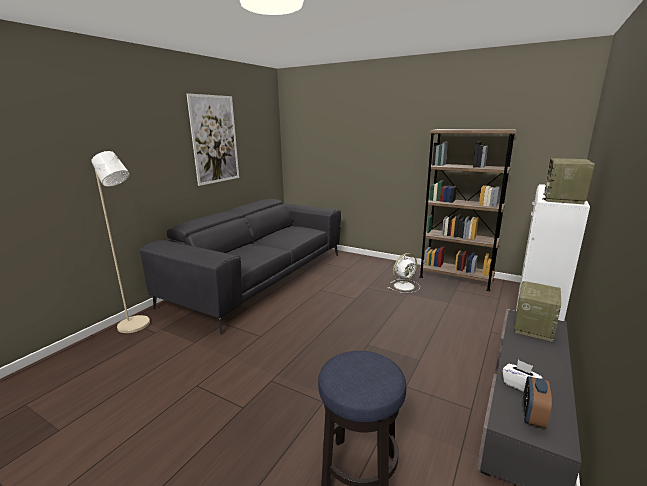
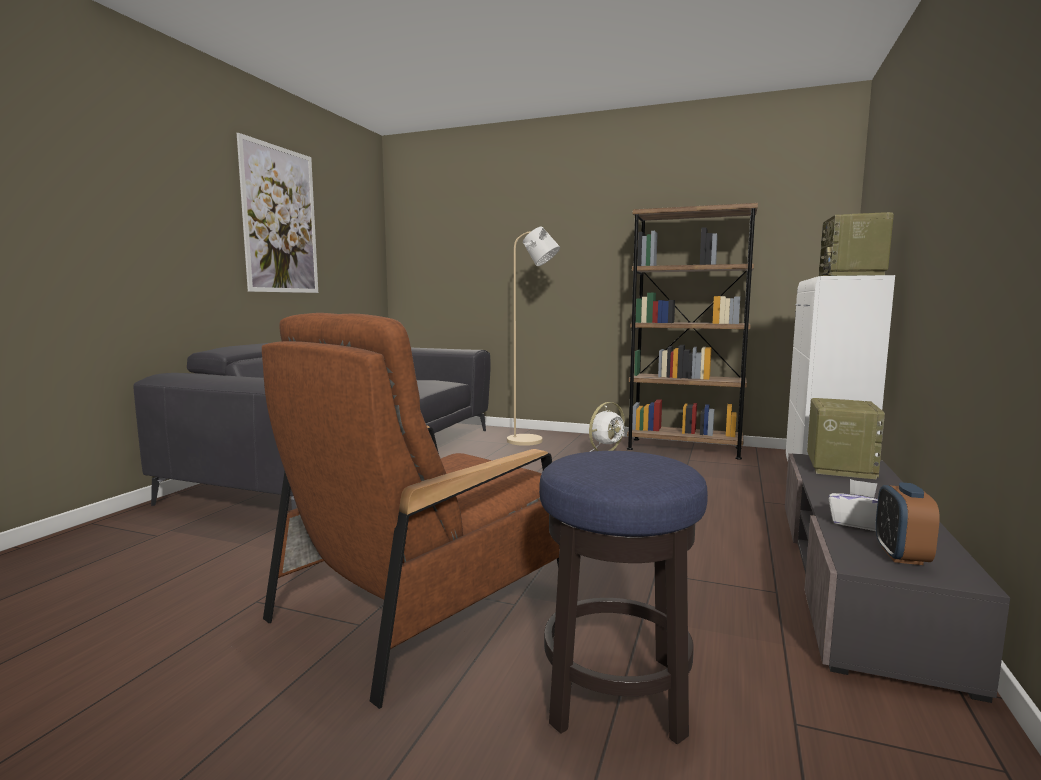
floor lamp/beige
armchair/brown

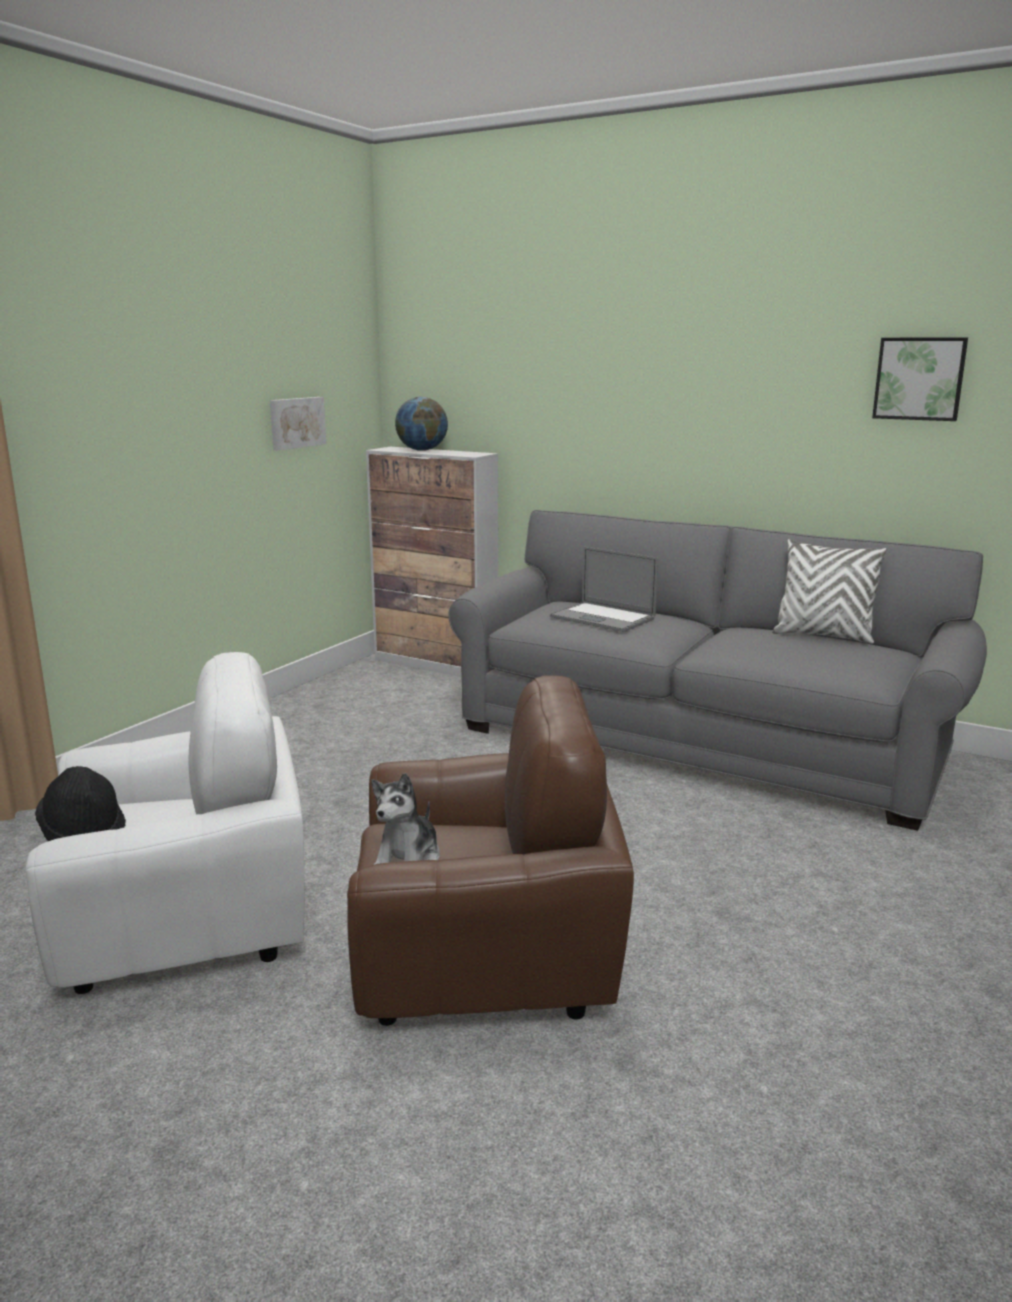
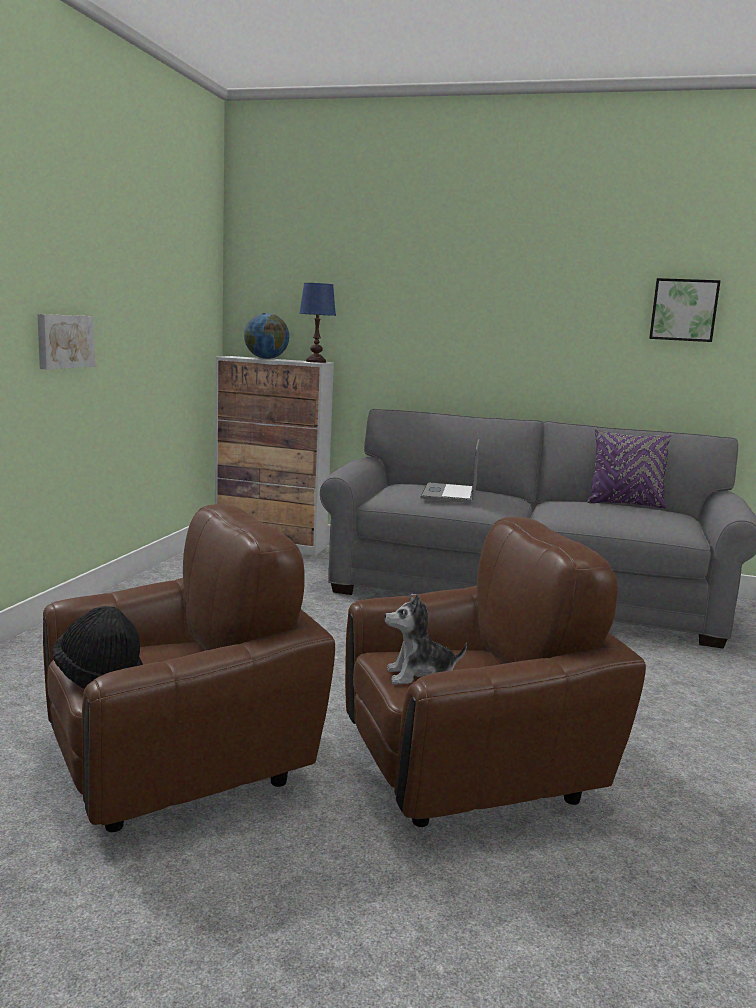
picture (no. 1 from left)
pillow/purple
laptop
armchair/brown (no. 1 from left)
plush toy
table lamp/blue

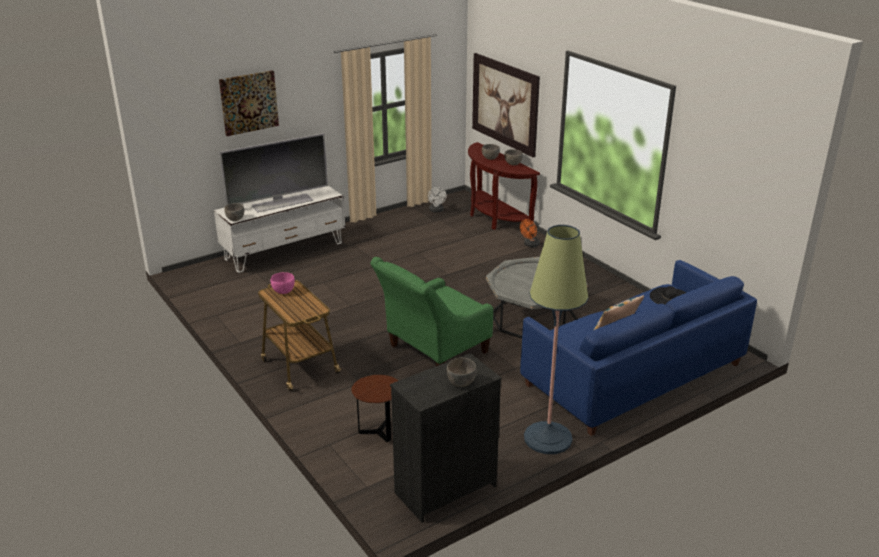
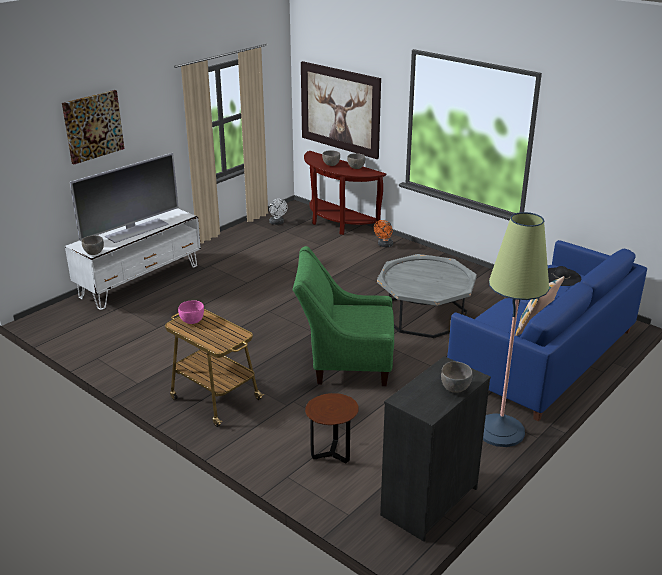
armchair/green

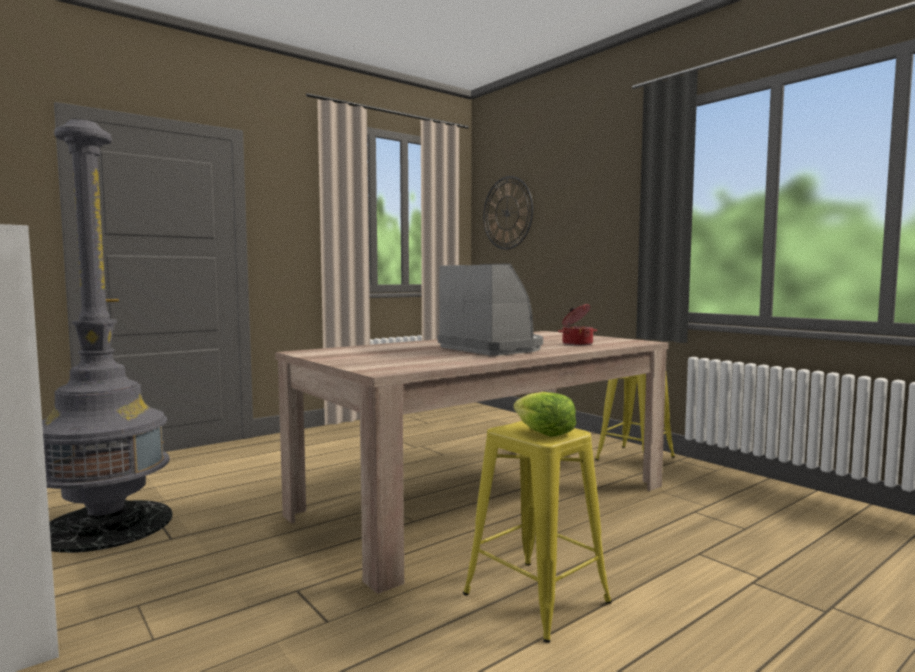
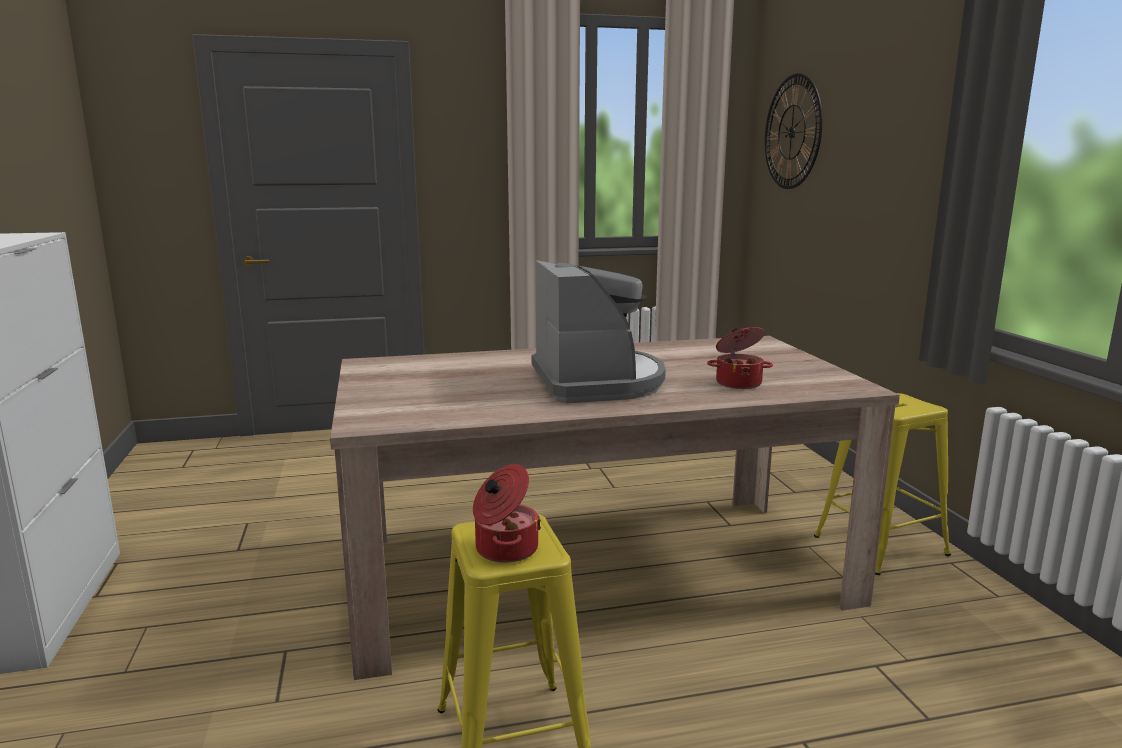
floor lamp/grey
cooking pot (no. 1 from left)

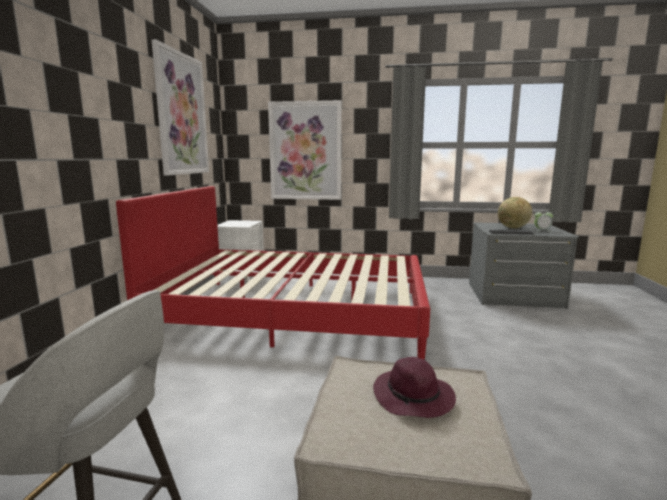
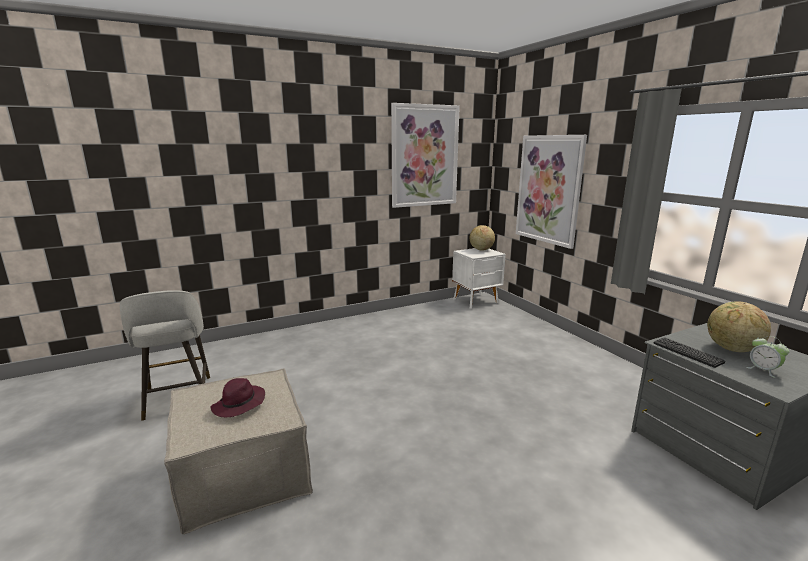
bed/red
globe (no. 1 from left)

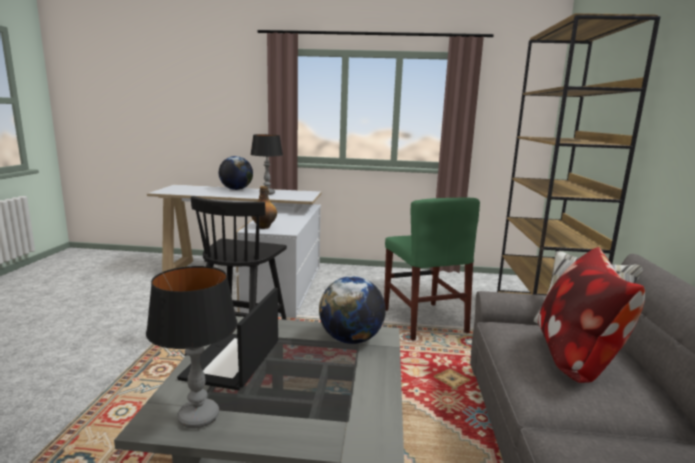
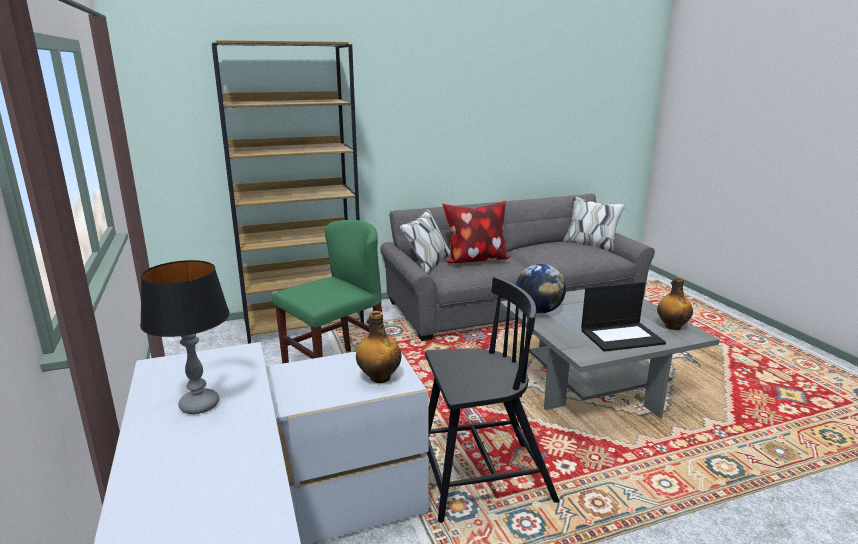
globe (no. 1 from left in the first image)
bottle (no. 2 from left)

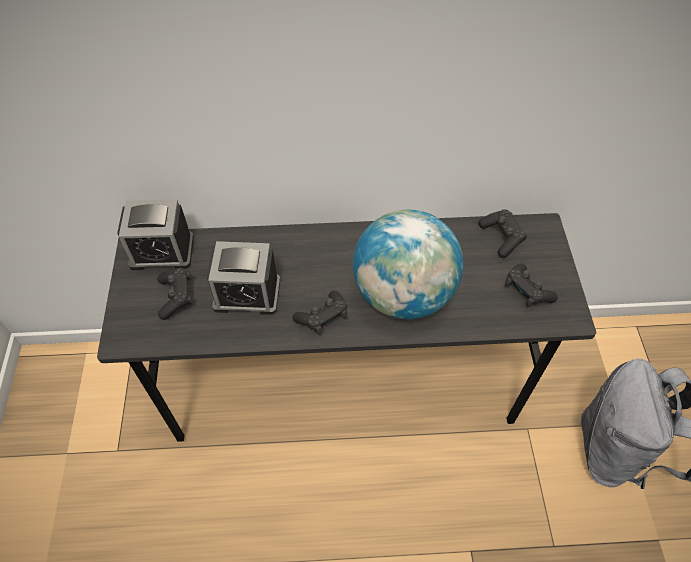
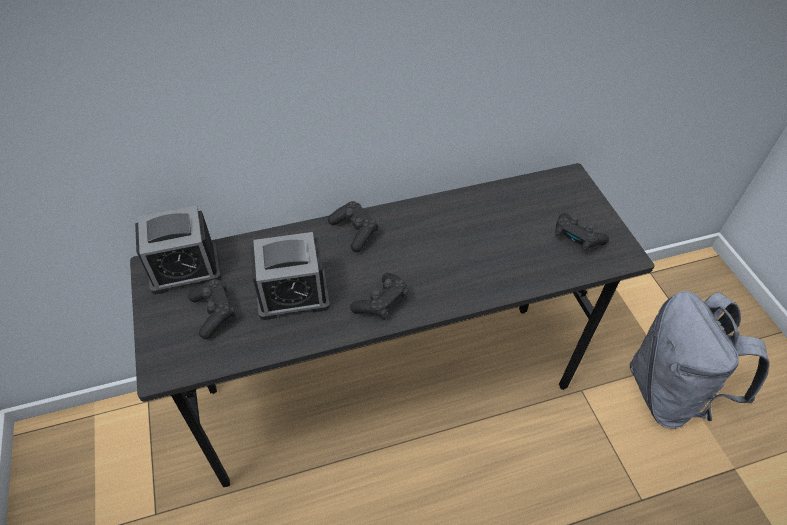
game controller/black (no. 2 from left)
globe

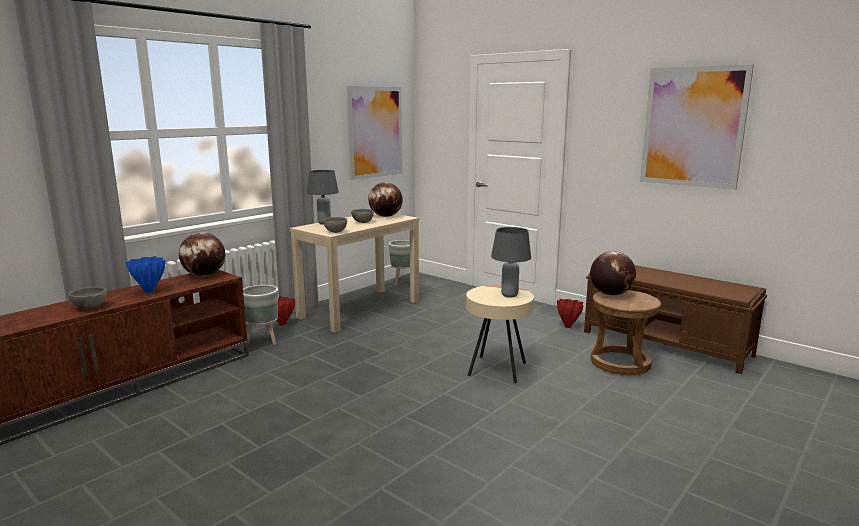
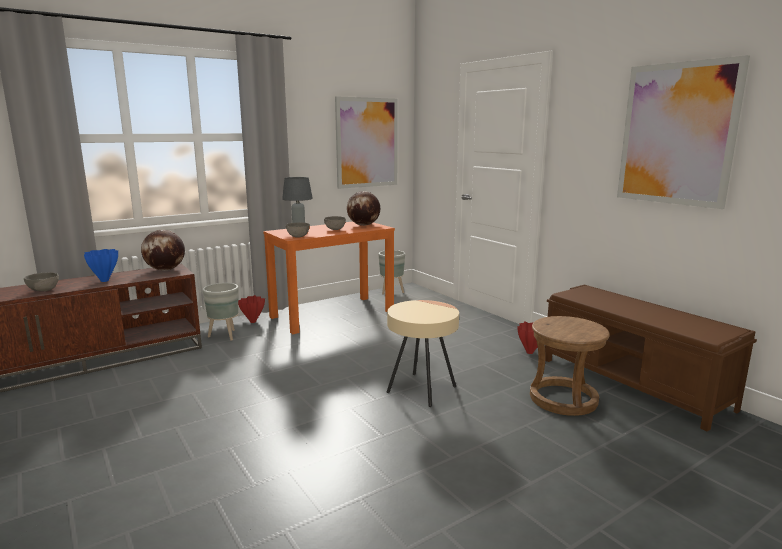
console table/orange
table lamp/grey (no. 2 from left in the first image)
globe (no. 3 from left in the first image)

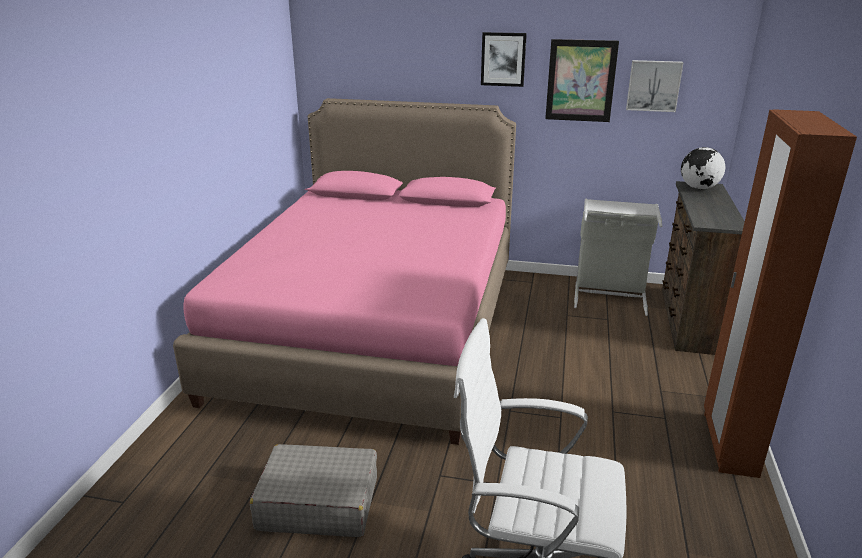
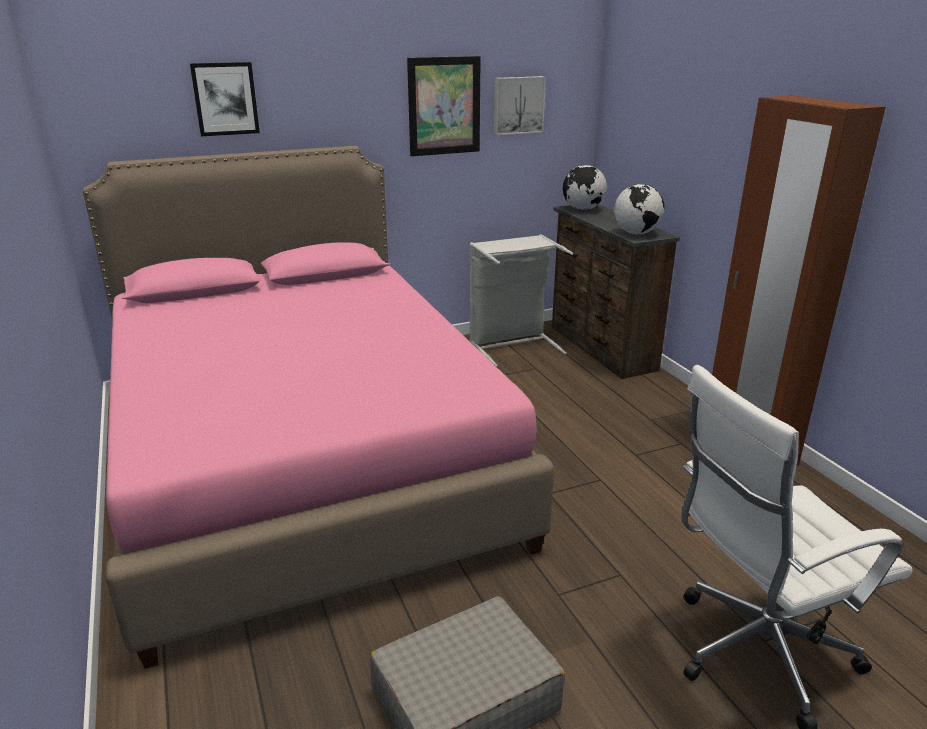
picture (no. 1 from left)
globe (no. 2 from left)

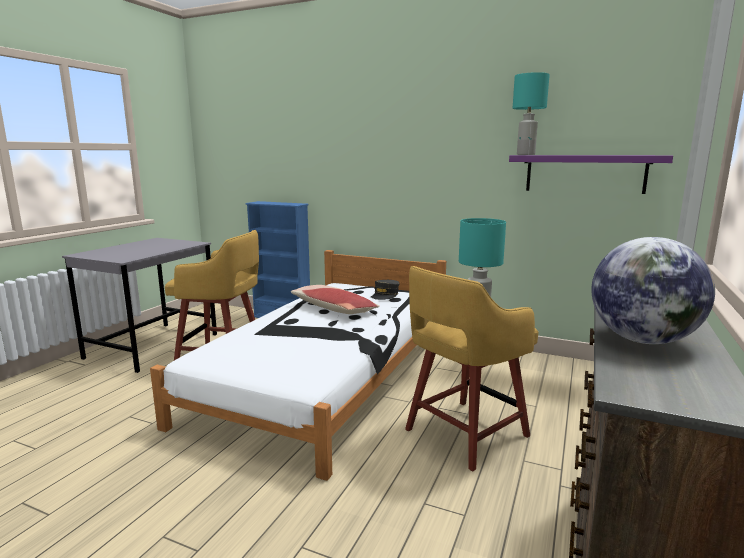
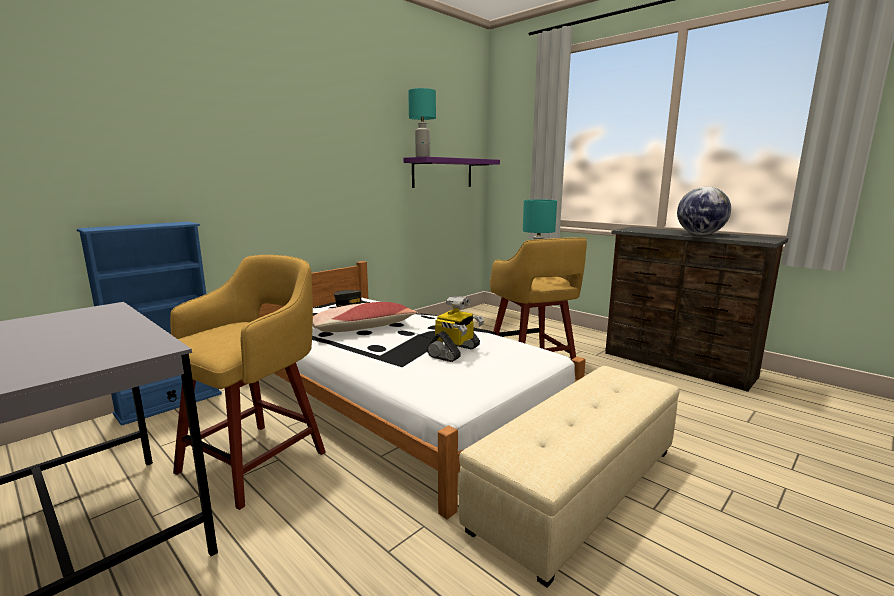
toy robot
ottoman/beige

